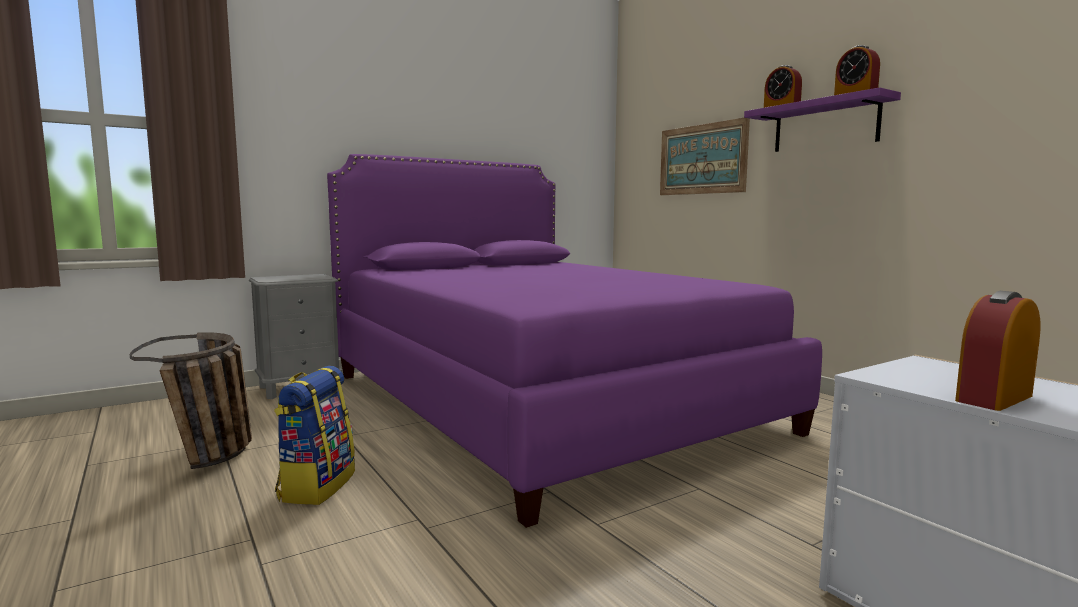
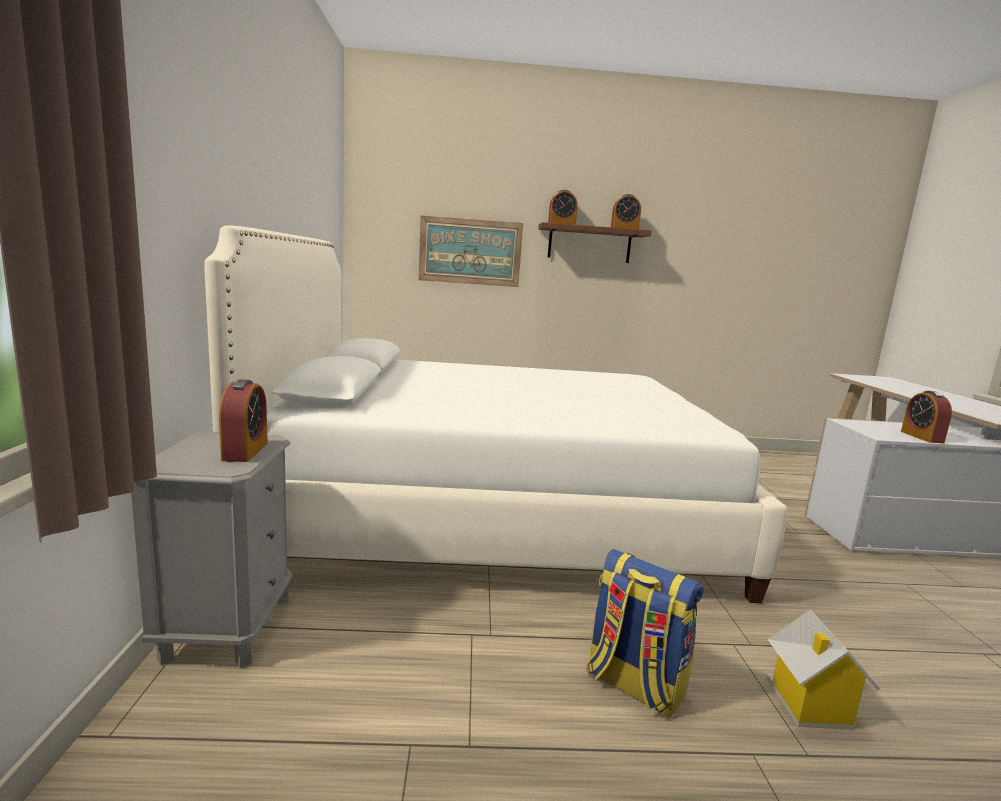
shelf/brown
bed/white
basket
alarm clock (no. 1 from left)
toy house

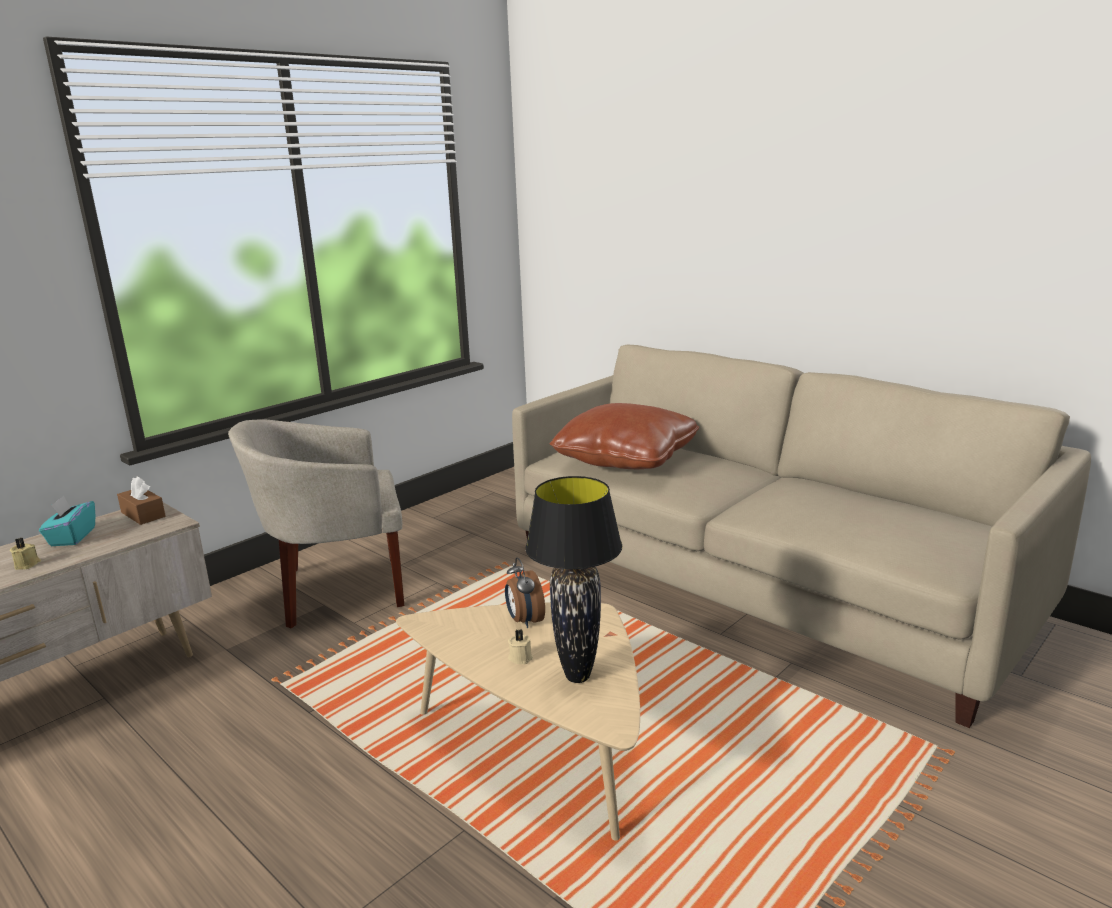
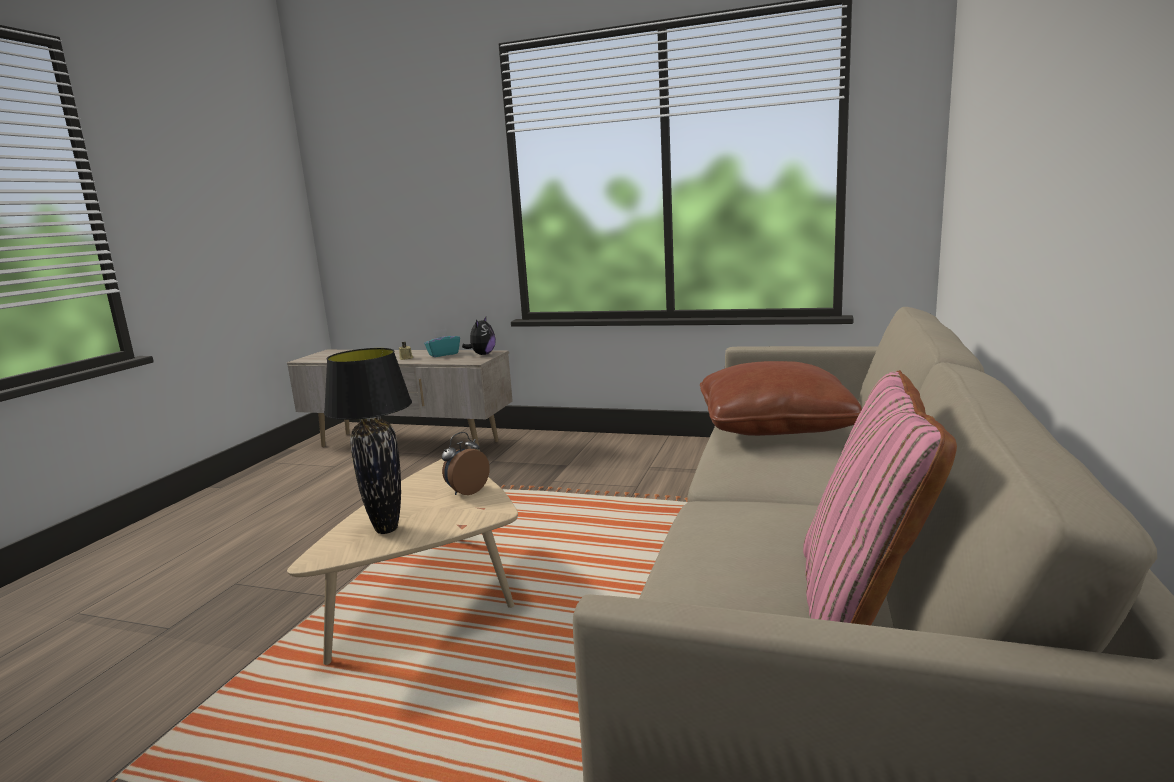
armchair/beige
plush toy
candle/beige (no. 2 from left in the first image)
pillow/pink

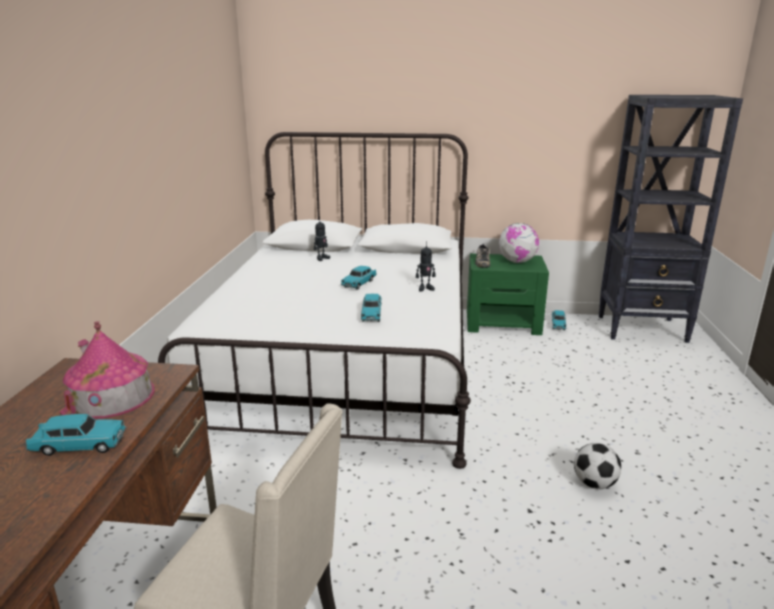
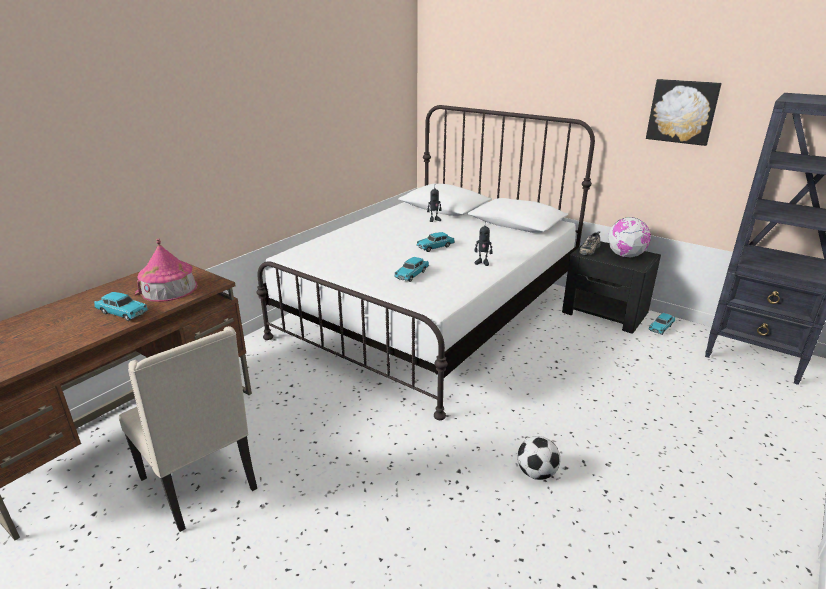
nightstand/black
picture

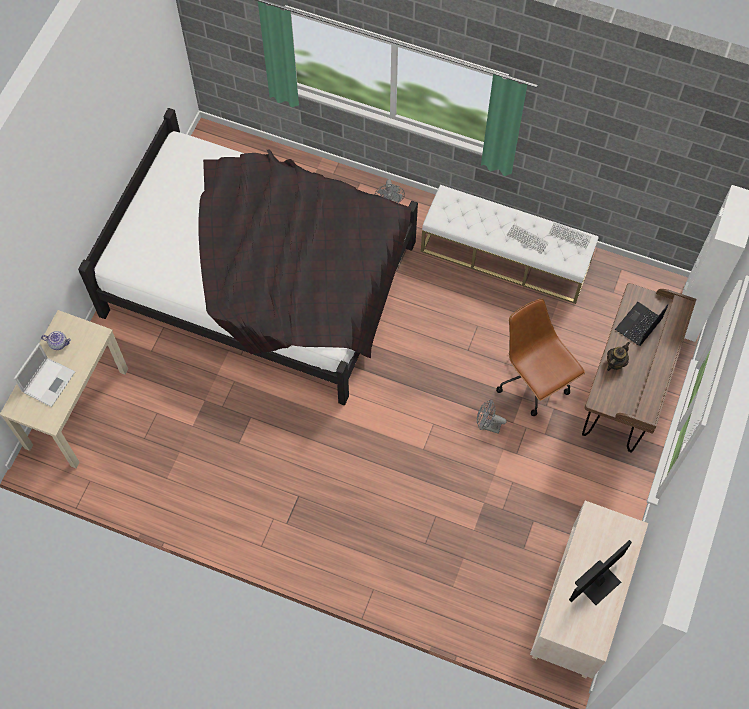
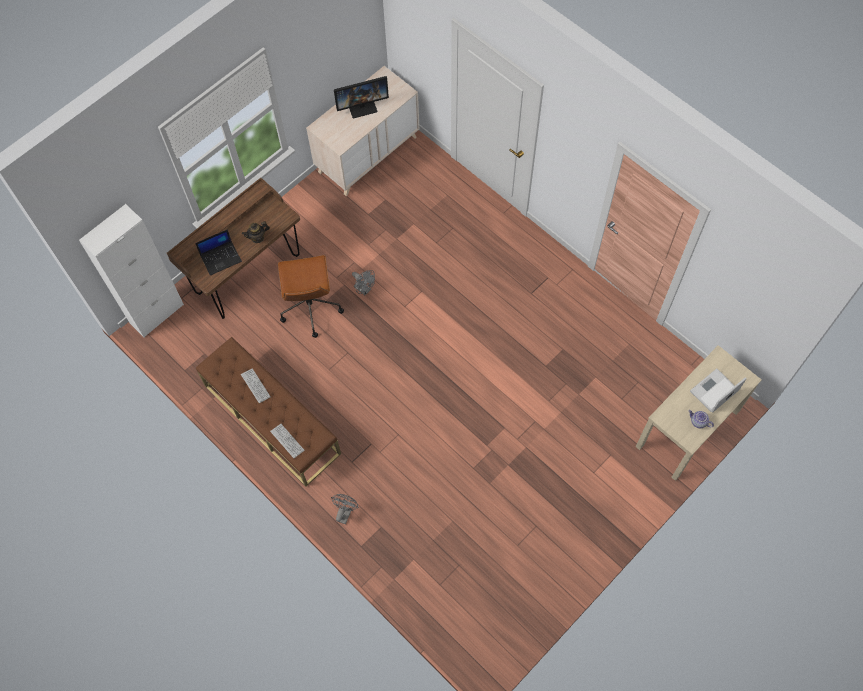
bed/black
bench/brown
keyboard (no. 2 from left)

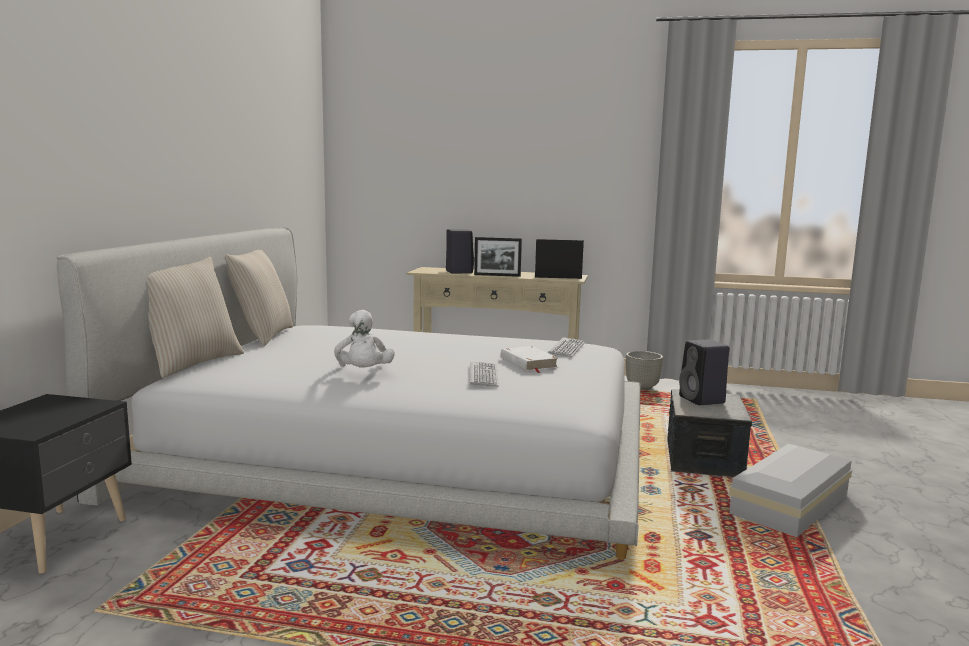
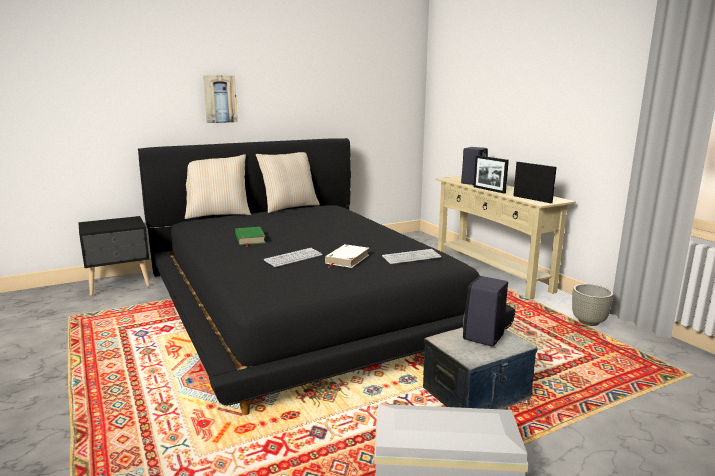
bed/black
book/green
picture

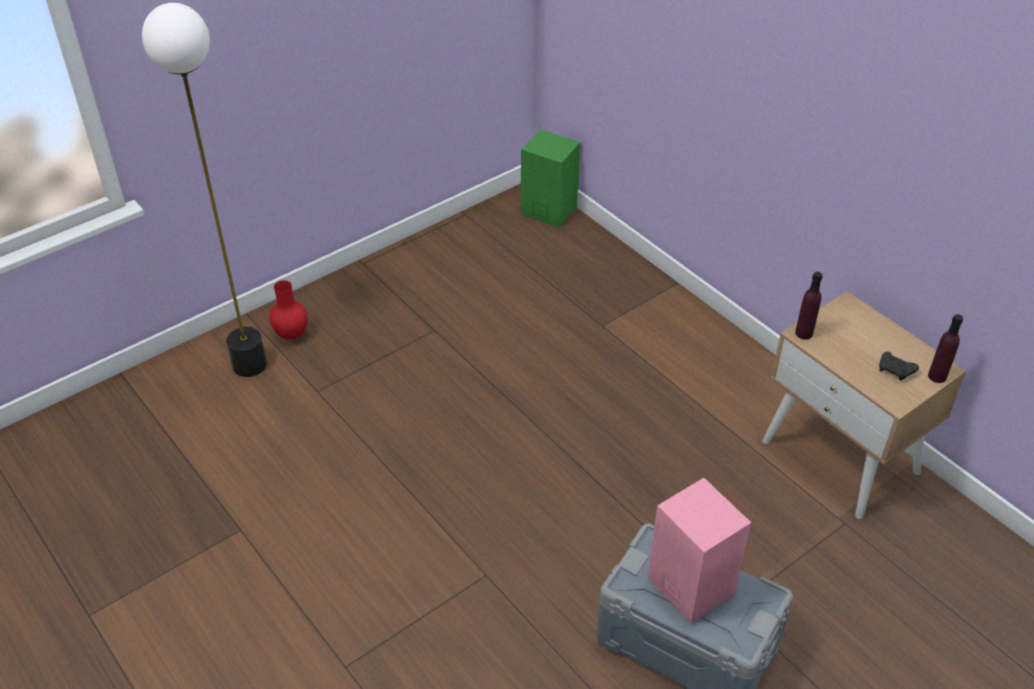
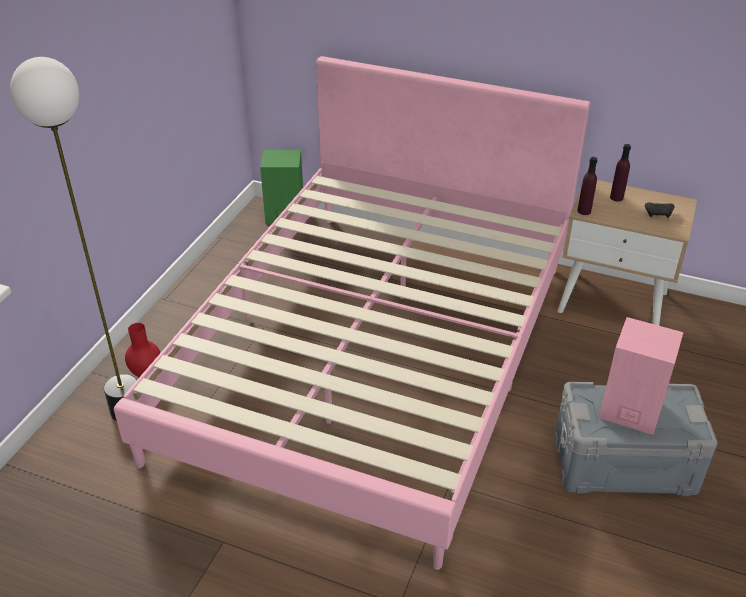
bottle/purple (no. 2 from left)
bed/pink

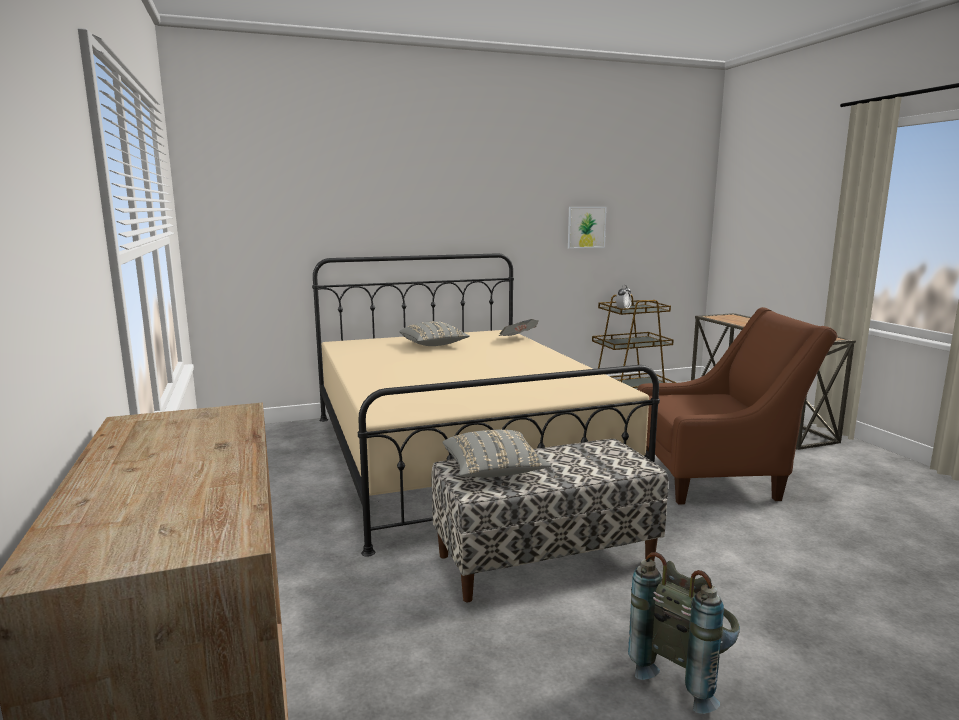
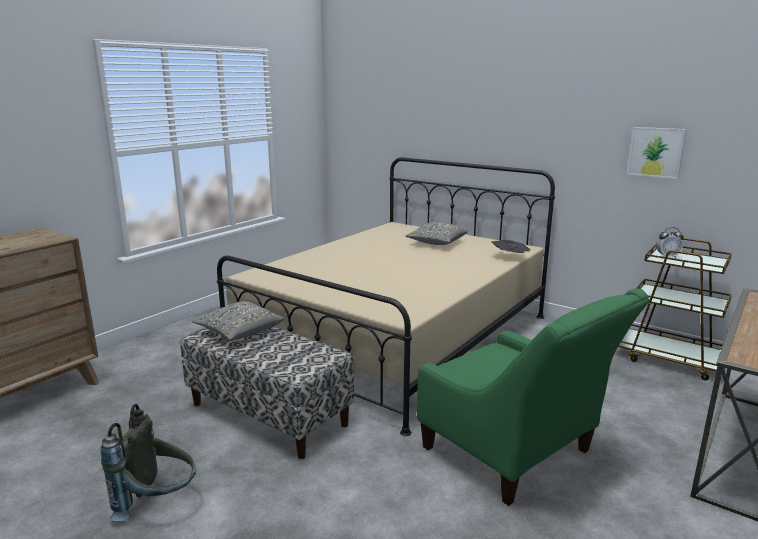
armchair/green

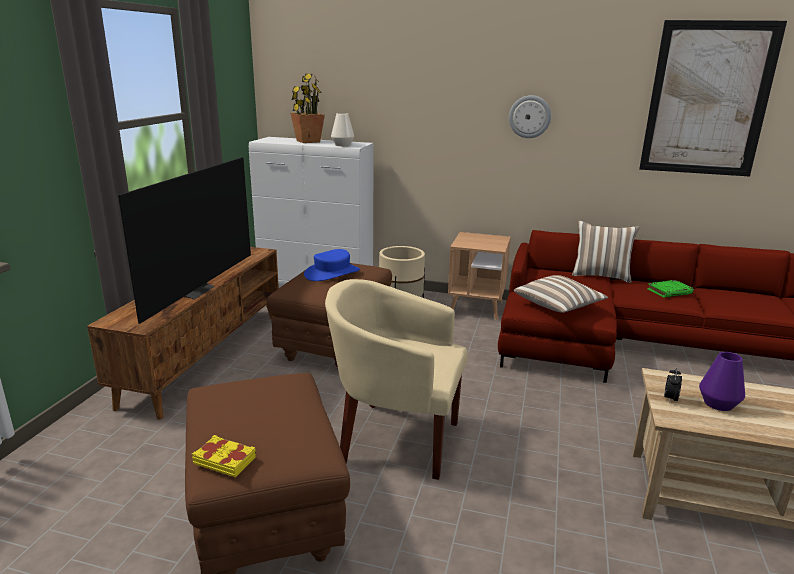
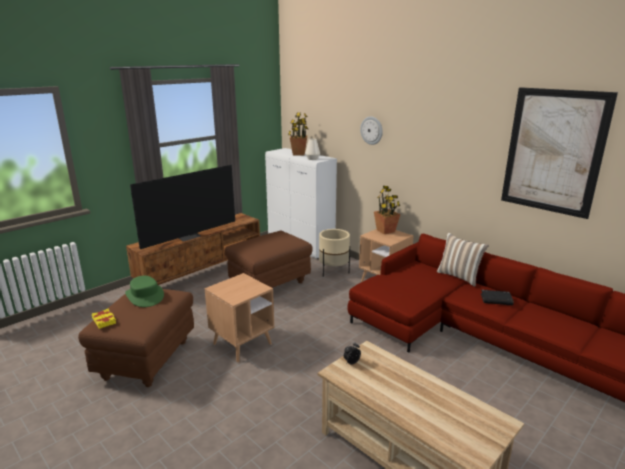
wall clock
hat/blue
pillow (no. 1 from left in the first image)
side table/brown (no. 1 from left)
book/black
vase/purple
potted plant (no. 2 from left)
hat/green

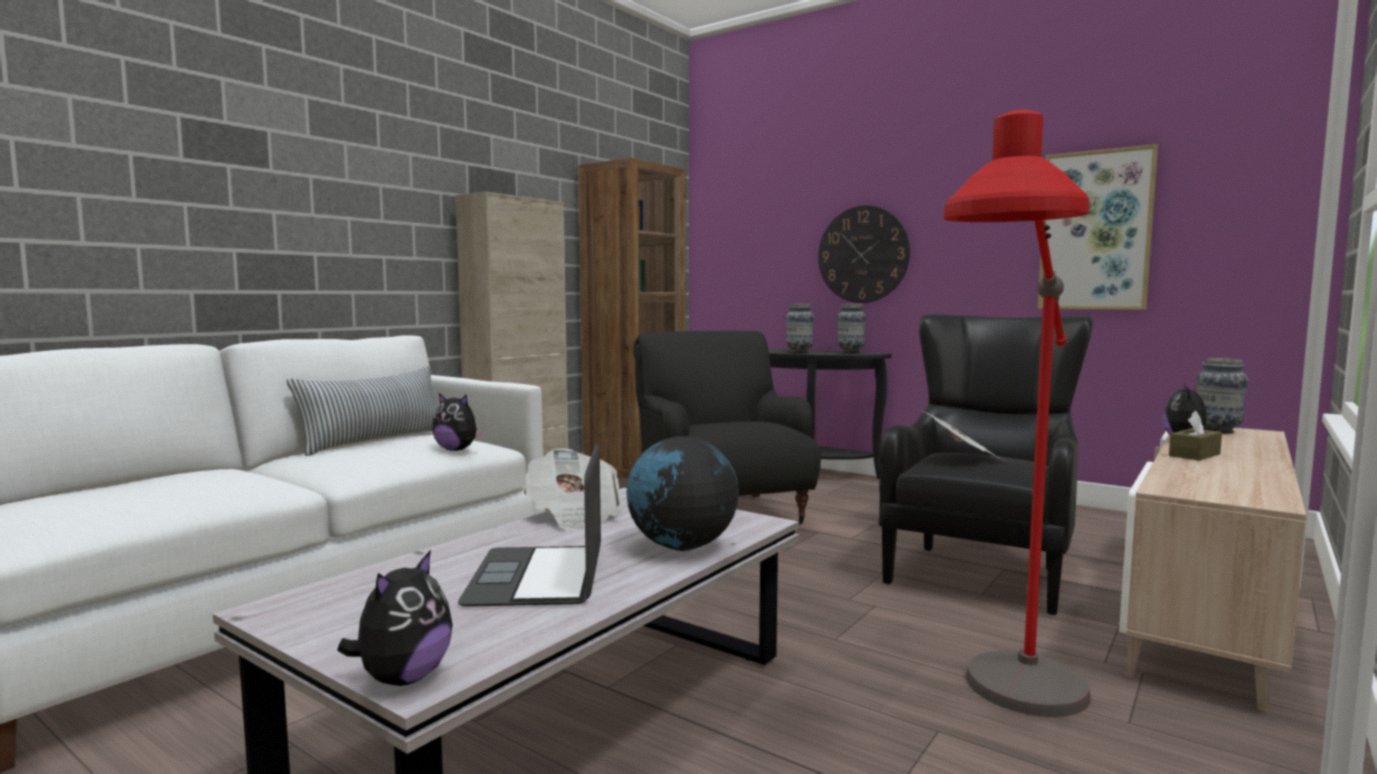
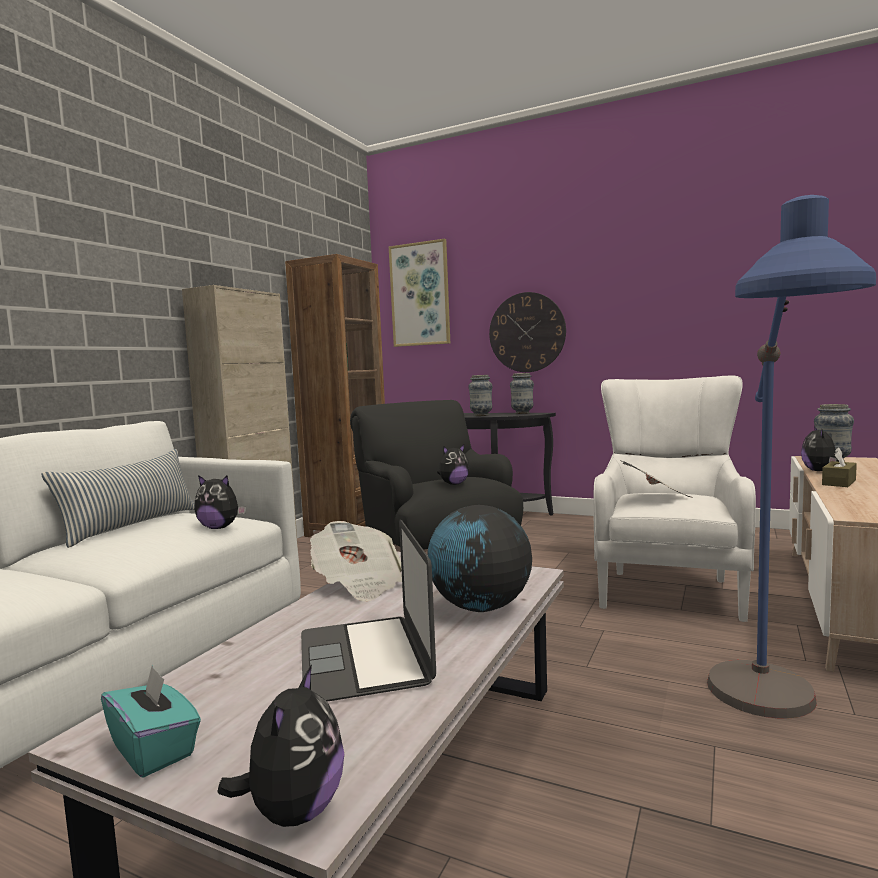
floor lamp/blue
picture
armchair/white
plush toy (no. 3 from left)
tissue box/turquoise

